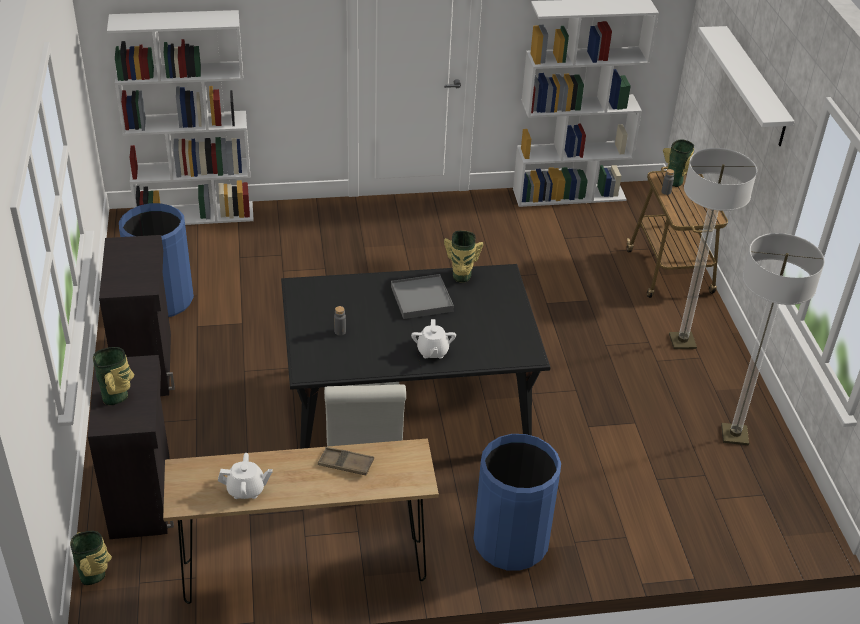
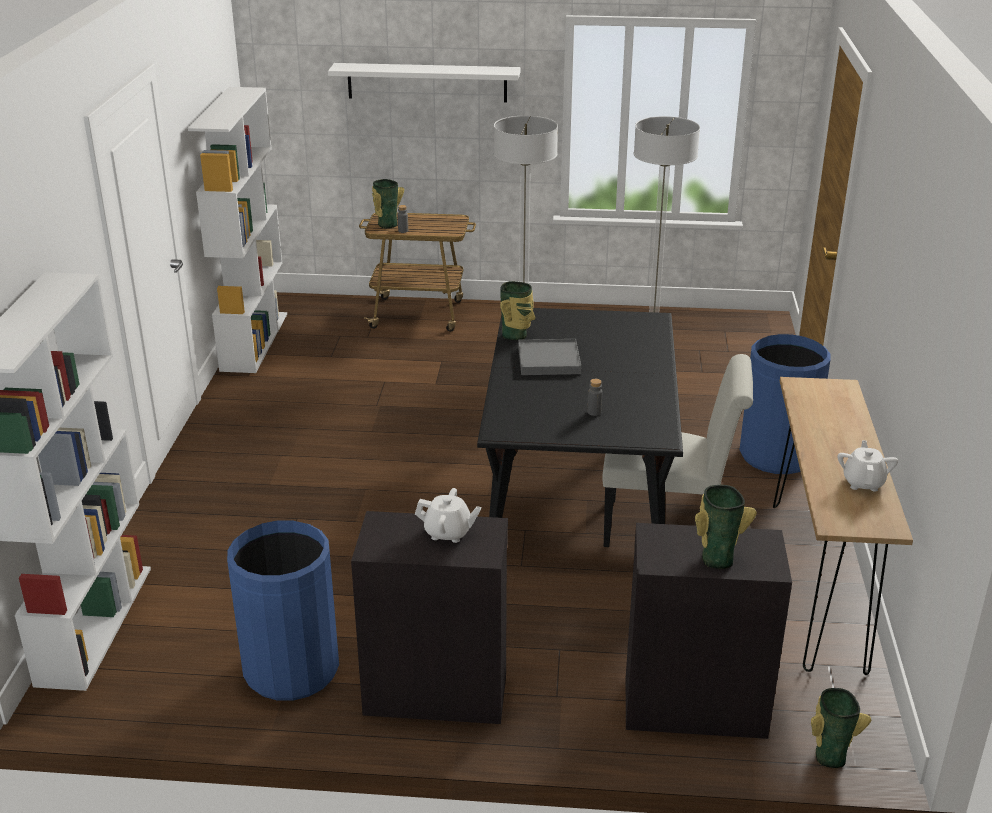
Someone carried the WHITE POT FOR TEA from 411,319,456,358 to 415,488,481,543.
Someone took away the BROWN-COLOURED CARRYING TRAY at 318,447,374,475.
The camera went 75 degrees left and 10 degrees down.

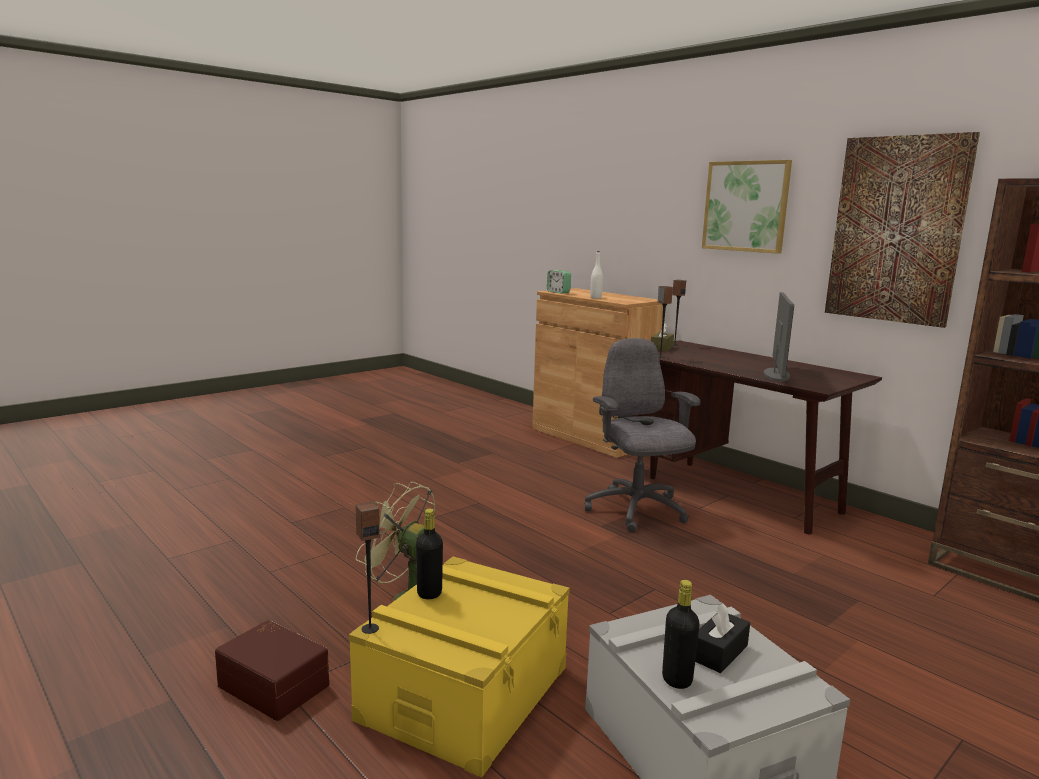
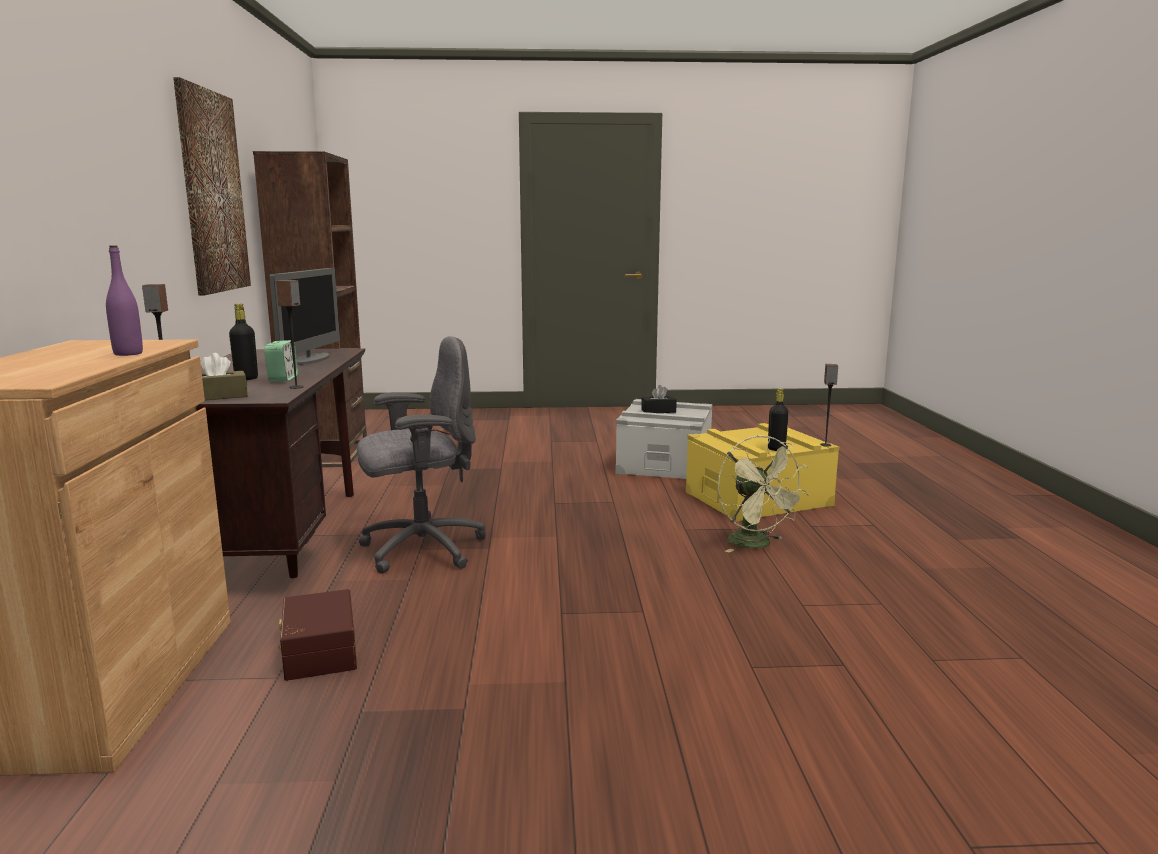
Someone took away the WALL PICTURE at 702,160,792,254.
Someone repainted the WHITE BOTTLE at 590,251,603,299, which became the PURPLE-COLOURED BOTTLE at 106,245,143,356.
Someone carried the TABLE CLOCK from 547,270,571,294 to 264,340,298,382.
Someone rotated the COMPUTER DISPLAY at 763,292,794,381 by 135 degrees clockwise.
Someone rotated the GREY DESK CHAIR at 585,338,700,532 by 135 degrees counterclockwise.
Someone carried the BLACK BOTTLE from 662,580,700,689 to 229,303,258,380.
Someone carried the BROWN-COLOURED STORAGE CONTAINER from 215,620,329,721 to 278,589,357,681.
The camera went 140 degrees left and 0 degrees up.

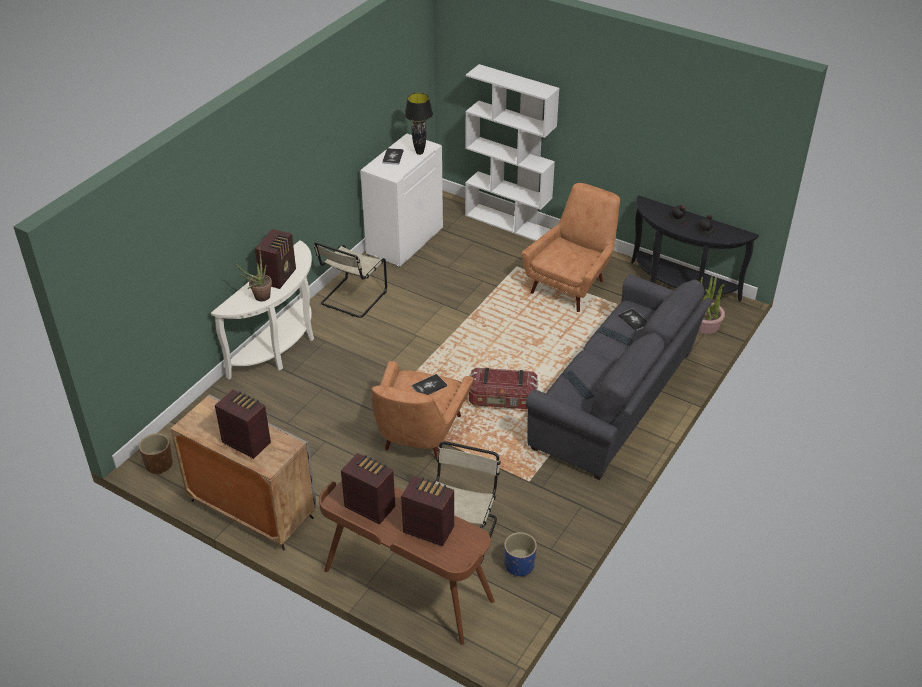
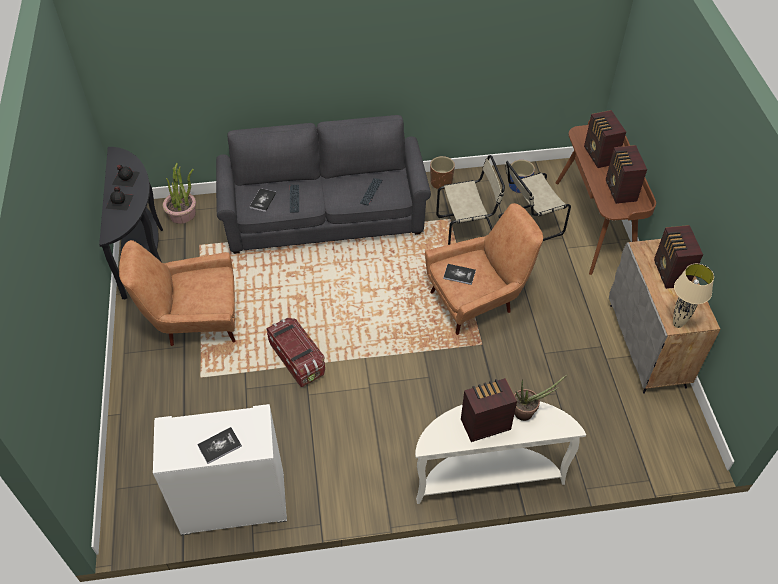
Someone took away the WHITE BOOKCASE at 465,64,559,241.
Someone took away the BLACK TABLE LAMP at 404,93,433,155.
Someone carried the BEIGE UPRIGHT CHAIR from 314,242,387,318 to 436,155,505,245.
Someone carried the STORAGE CONTAINER from 469,368,538,409 to 266,318,325,387.
Someone carried the BROWN-COLOURED FLOWER POT from 139,433,173,474 to 430,156,455,189.
Someone put down the BEIGE TABLE LAMP at 673,264,714,328.
The camera went 130 degrees left and 10 degrees up.

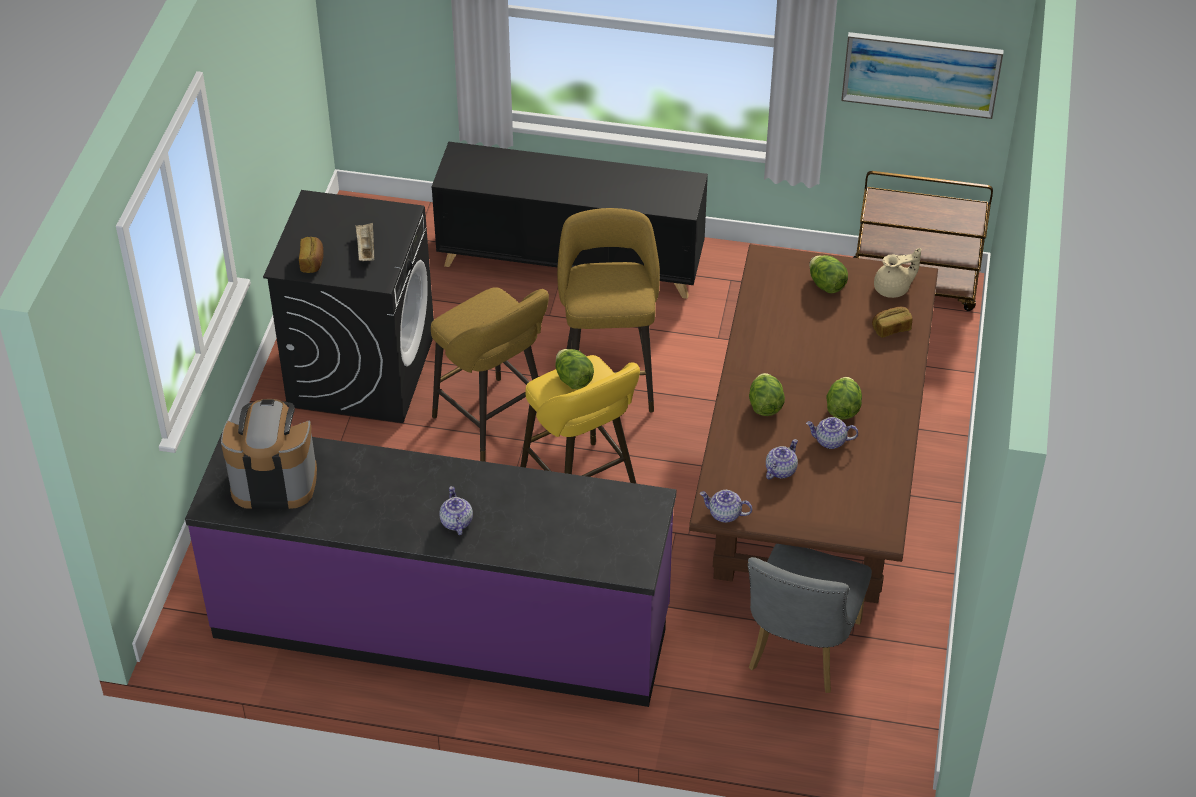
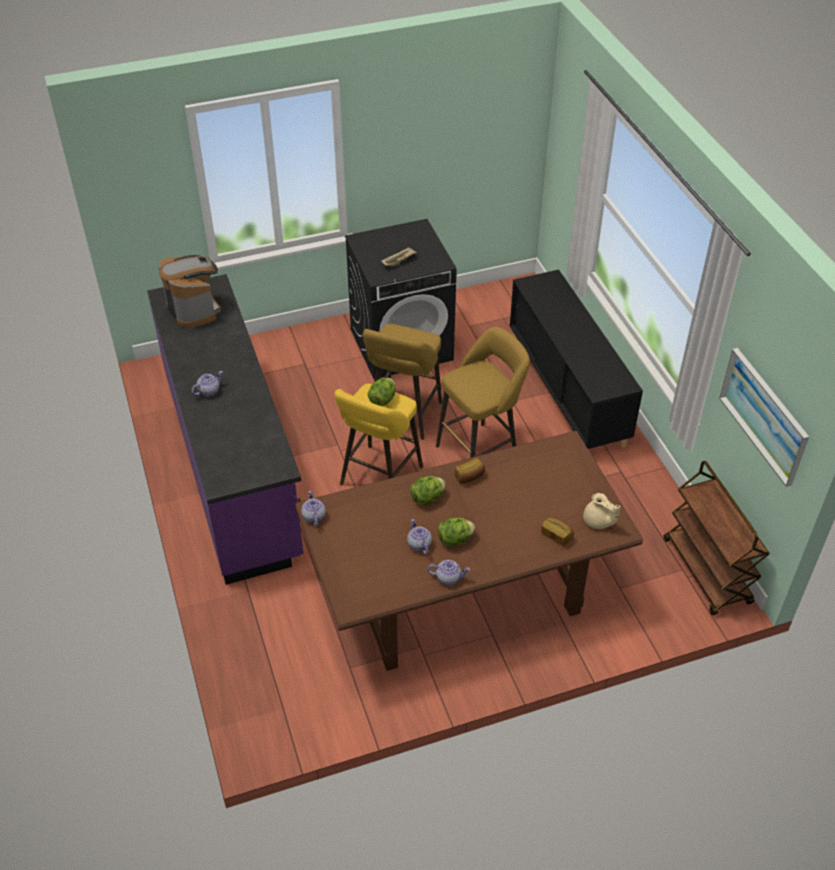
Someone carried the BAKERY BREAD from 299,237,323,273 to 455,458,485,484.
Someone took away the HEAD OF LETTUCE at 809,255,848,293.
Someone carried the POT FOR TEA from 766,439,798,480 to 428,560,470,585.
Someone took away the GREY UPRIGHT CHAIR at 748,544,872,693.
The camera went 60 degrees right and 0 degrees up.

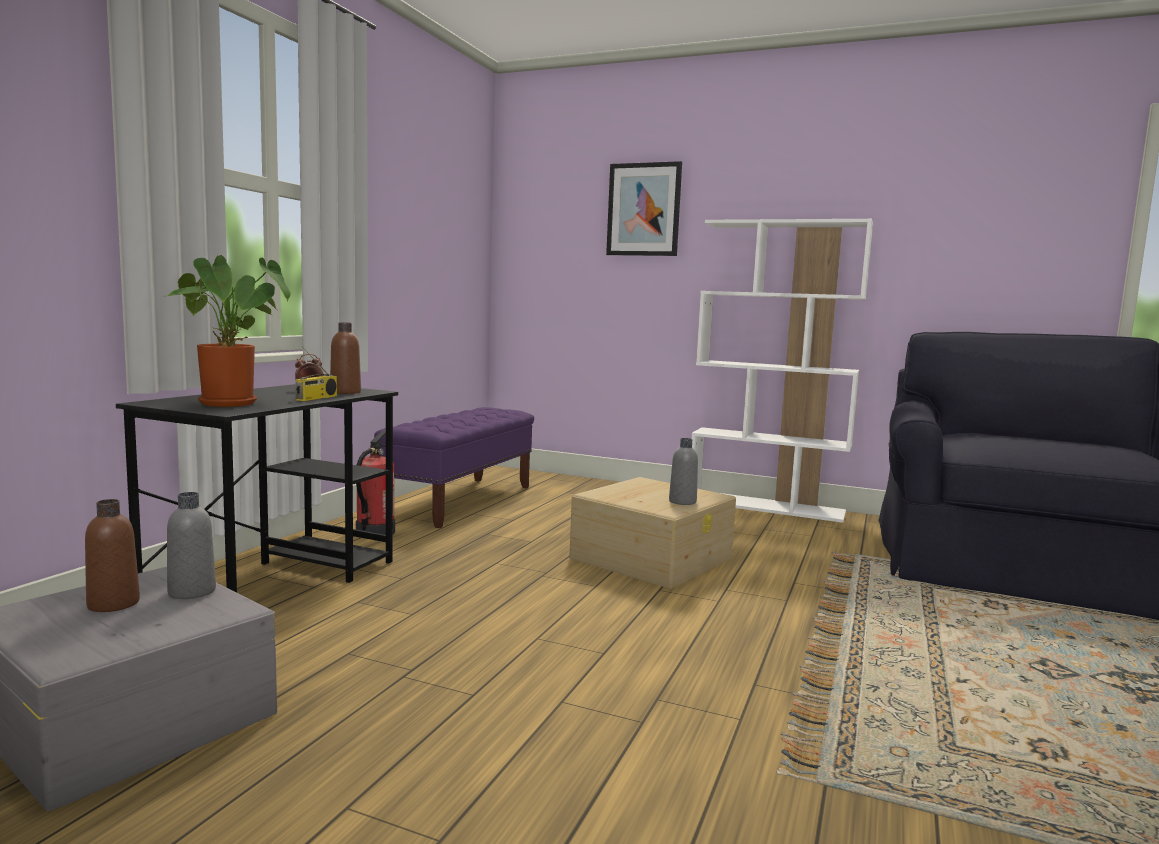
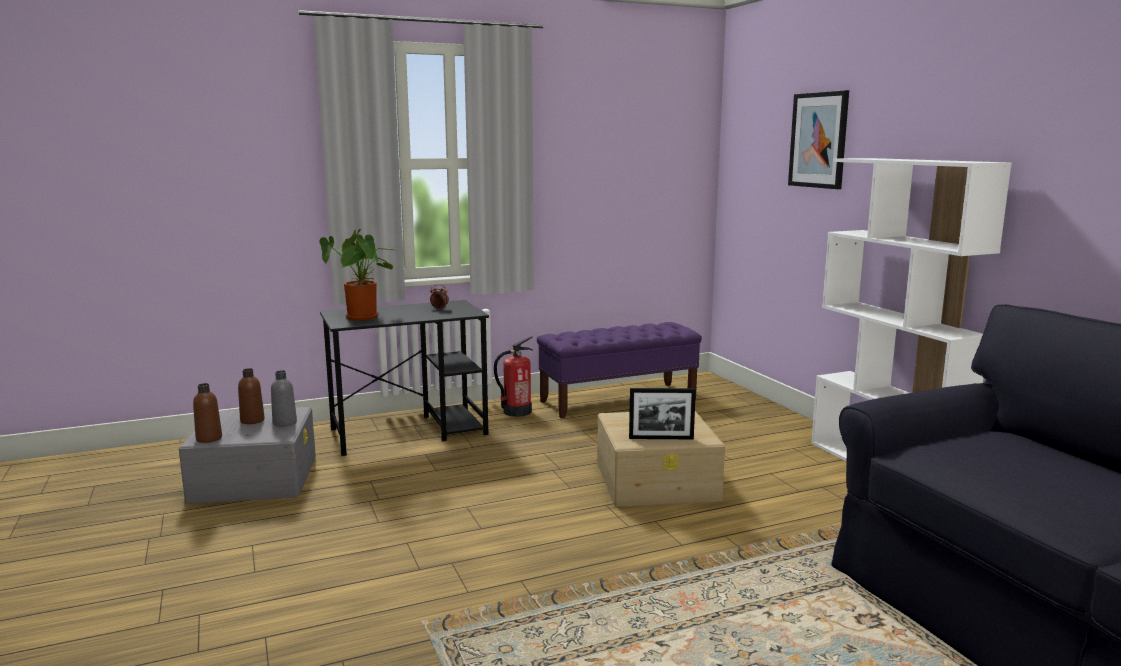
Someone carried the BROWN-COLOURED BOTTLE from 330,322,361,394 to 193,383,222,443.
Someone took away the RADIO at 295,346,337,401.
Someone swapped the GREY BOTTLE at 669,438,698,505 for the STANDING FRAME at 629,388,696,439.
The camera went 45 degrees right and 5 degrees up.

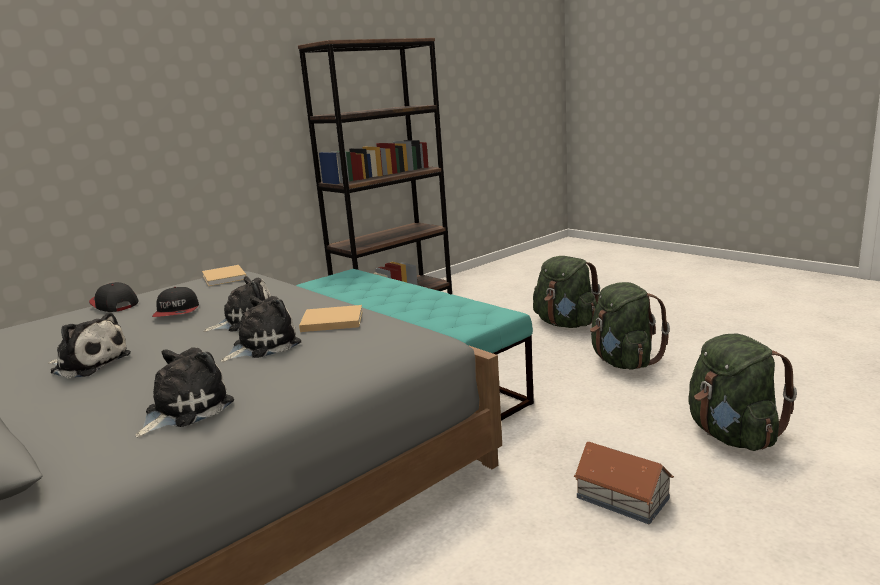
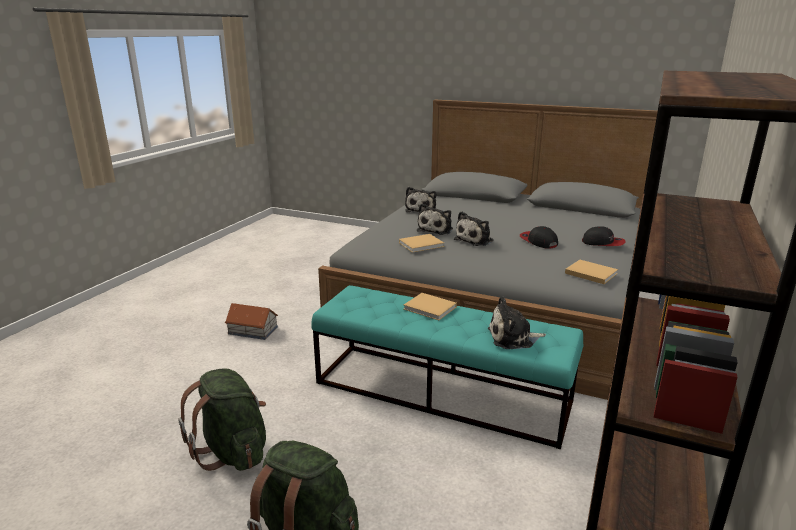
Someone carried the PLUSH TOY from 48,312,131,378 to 488,296,546,349.
Someone took away the GREEN-COLOURED RUCKSACK at 688,334,797,451.
Someone put down the BEIGE BOUND BOOK at 404,293,457,320.
The camera went 155 degrees right and 5 degrees up.

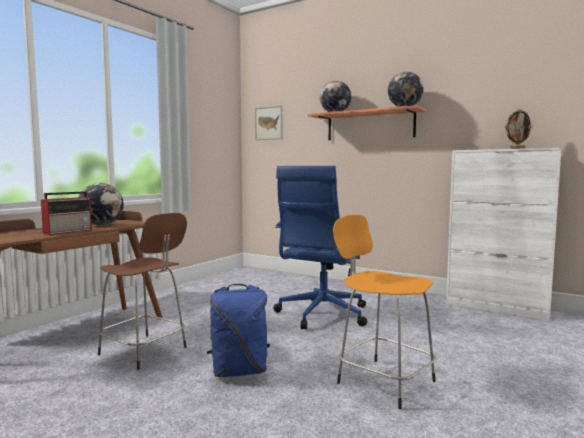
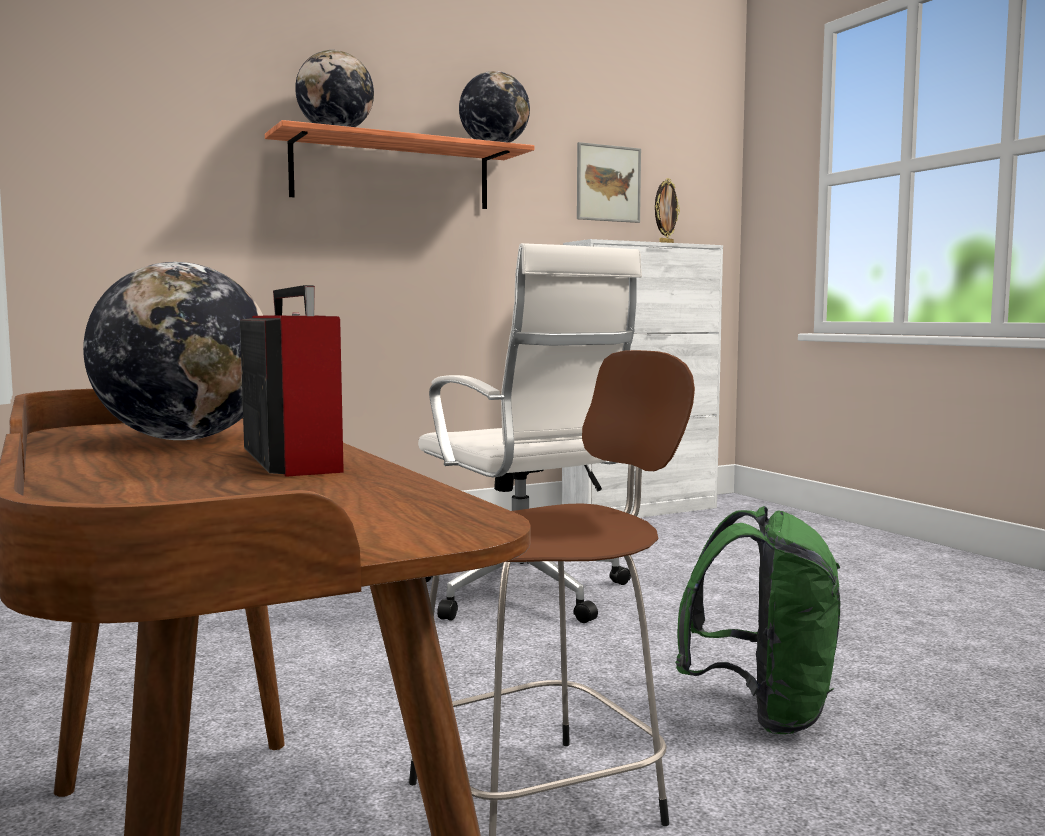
Someone carried the WALL PICTURE from 255,106,282,140 to 577,142,641,223.
Someone repainted the BLUISH DESK CHAIR at 273,166,367,329, which became the WHITE DESK CHAIR at 418,243,642,623.
Someone took away the ORANGE SITTING STOOL at 333,215,436,409.
Someone repainted the BLUISH RUCKSACK at 207,284,270,377, which became the GREEN-COLOURED RUCKSACK at 675,506,840,734.
The camera went 60 degrees left and 0 degrees up.

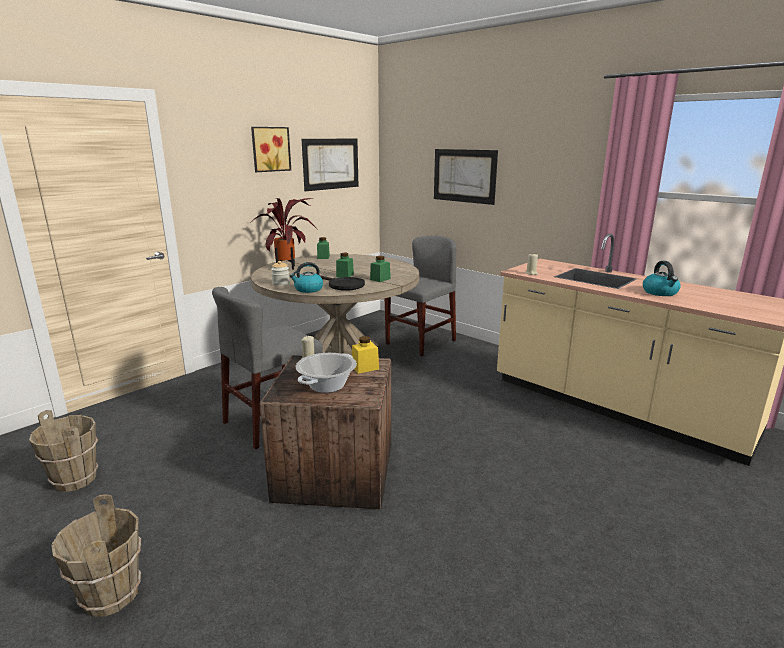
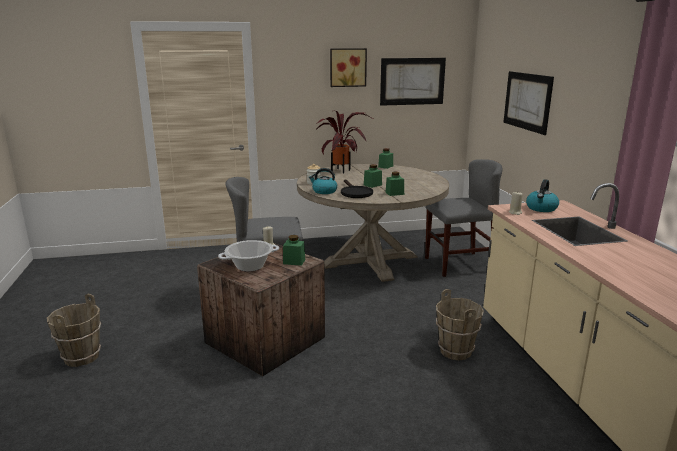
Someone carried the TEA KETTLE from 643,261,681,296 to 526,179,559,212.
Someone repainted the YELLOW JAR at 352,336,379,374, which became the GREEN-COLOURED JAR at 283,235,305,266.
Someone carried the BROWN-COLOURED BUCKET from 29,410,98,492 to 436,289,484,360.
The camera went 35 degrees right and 0 degrees up.

